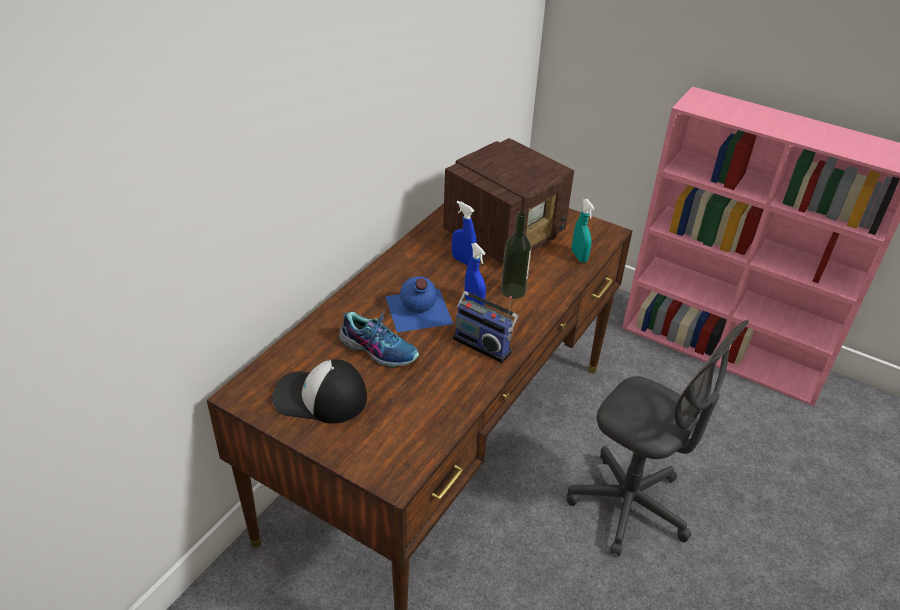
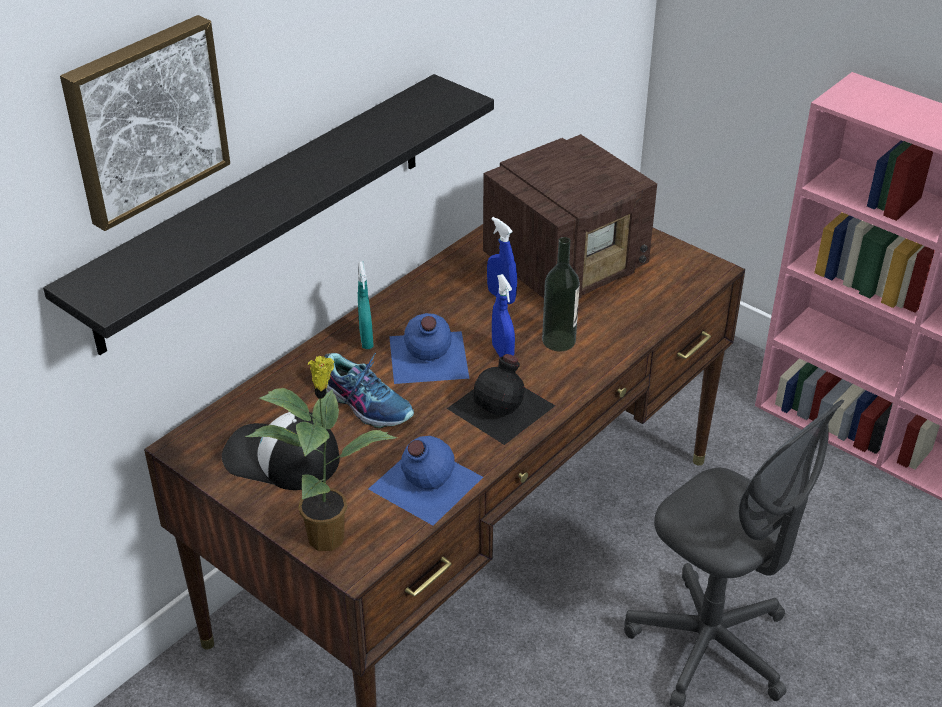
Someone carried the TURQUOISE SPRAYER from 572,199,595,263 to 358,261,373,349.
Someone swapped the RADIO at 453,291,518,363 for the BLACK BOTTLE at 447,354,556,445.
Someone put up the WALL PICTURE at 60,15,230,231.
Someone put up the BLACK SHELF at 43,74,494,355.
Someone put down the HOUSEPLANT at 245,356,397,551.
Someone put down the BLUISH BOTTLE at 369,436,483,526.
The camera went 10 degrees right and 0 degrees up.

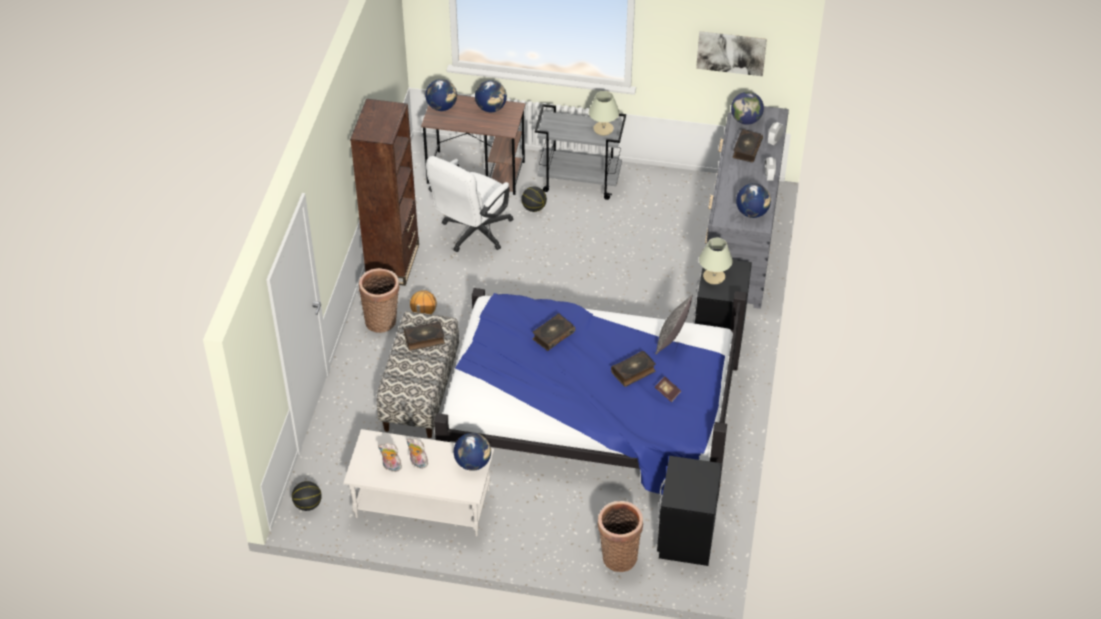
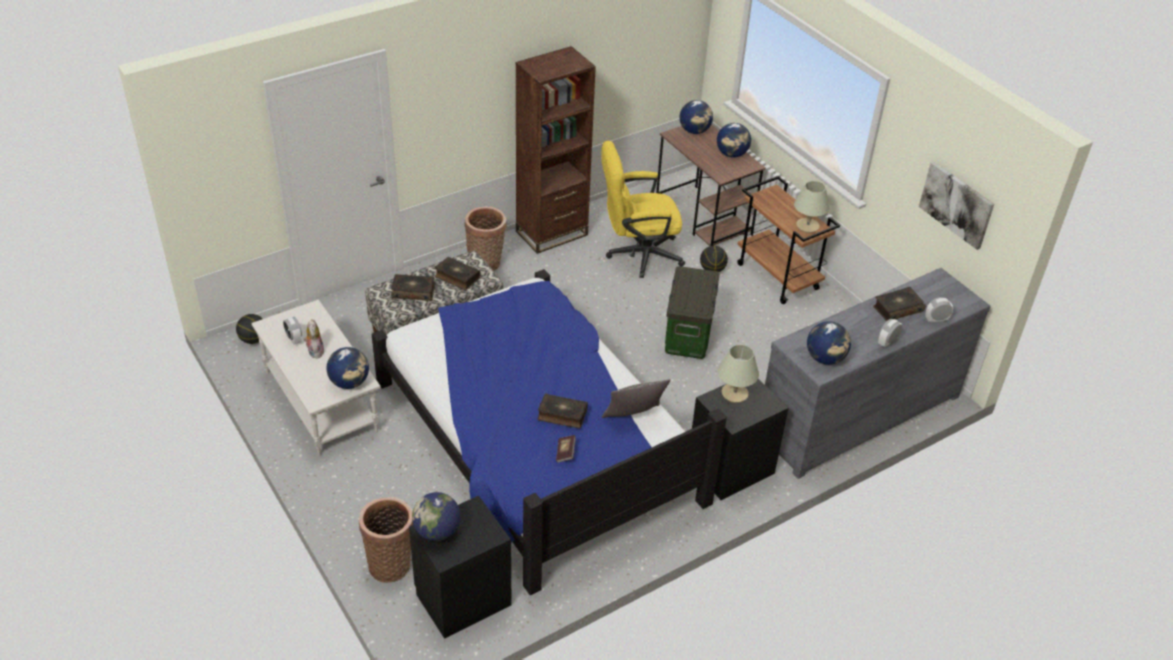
Someone carried the DESK GLOBE from 731,92,764,125 to 412,492,461,541.
Someone repainted the GREY TROLLEY at 535,104,626,200, which became the BROWN-COLOURED TROLLEY at 737,176,840,304.
Someone repainted the WHITE DESK CHAIR at 426,156,514,252, which became the YELLOW DESK CHAIR at 601,141,685,278.
Someone took away the BASKETBALL at 410,290,437,314.
Someone carried the BOUND BOOK from 532,313,575,351 to 391,274,435,301.
Someone swapped the PLUSH TOY at 378,443,402,472 for the TABLE CLOCK at 283,317,302,344.
Someone put down the STORAGE CONTAINER at 665,266,720,359.
The camera went 45 degrees right and 5 degrees down.

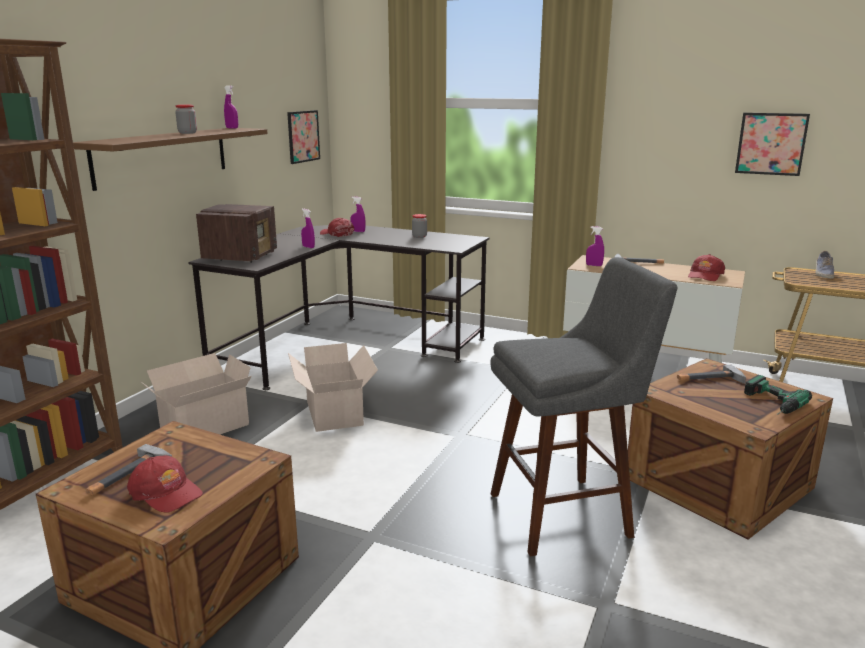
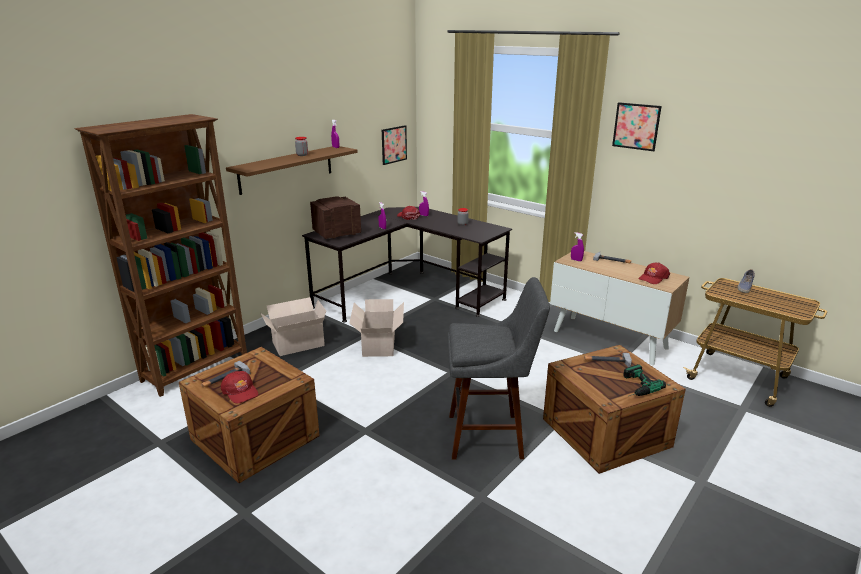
Someone carried the WALL PICTURE from 735,113,810,176 to 612,102,662,151.
Someone rotated the RADIO at 196,204,277,263 by 150 degrees counterclockwise.
The camera went 15 degrees right and 5 degrees up.

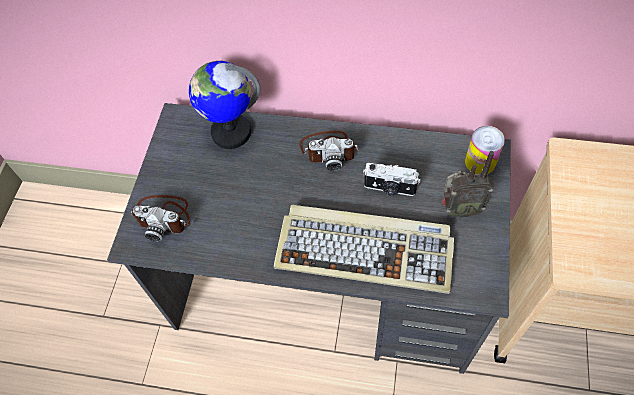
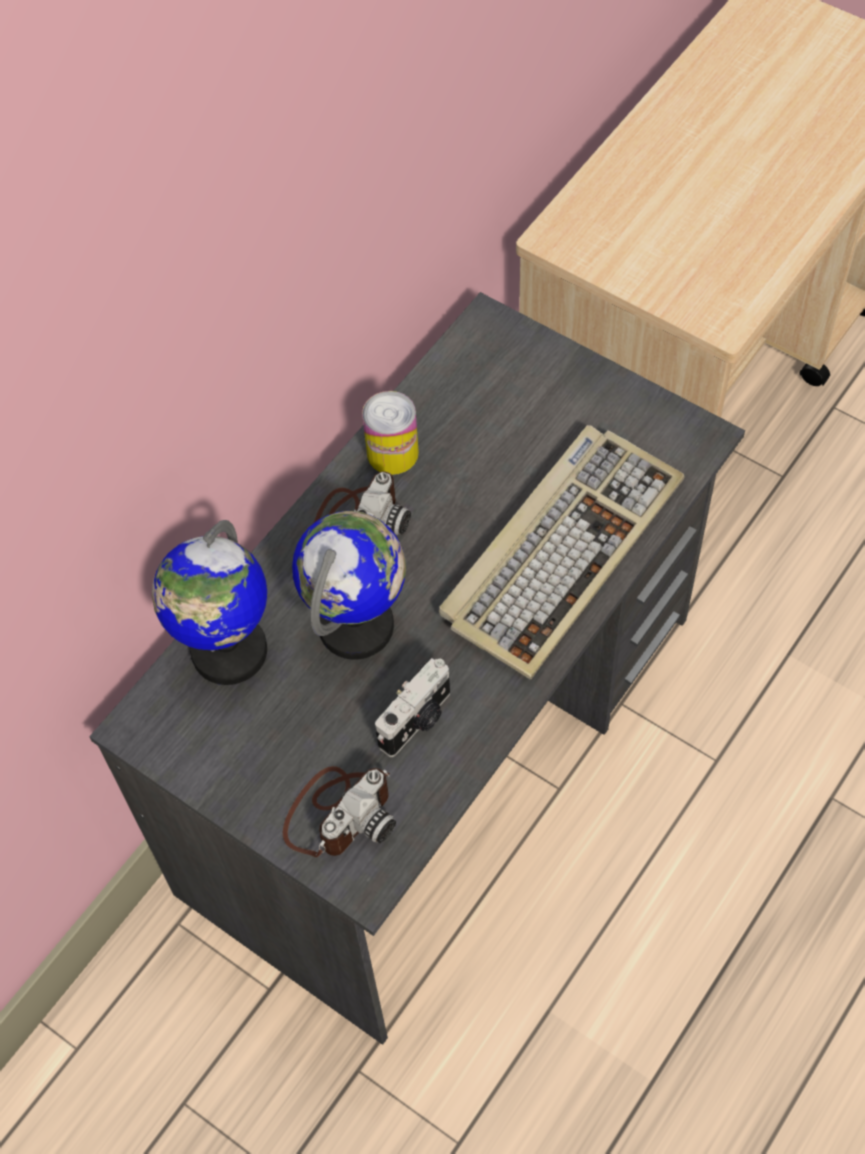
Someone carried the SEALED CAN from 465,126,505,174 to 362,391,419,475.
Someone took away the RADIO at 442,151,494,218.
Someone carried the PHOTO CAMERA from 363,162,421,196 to 375,658,450,757.
Someone put down the DESK GLOBE at 292,511,406,660.
The camera went 65 degrees left and 0 degrees up.

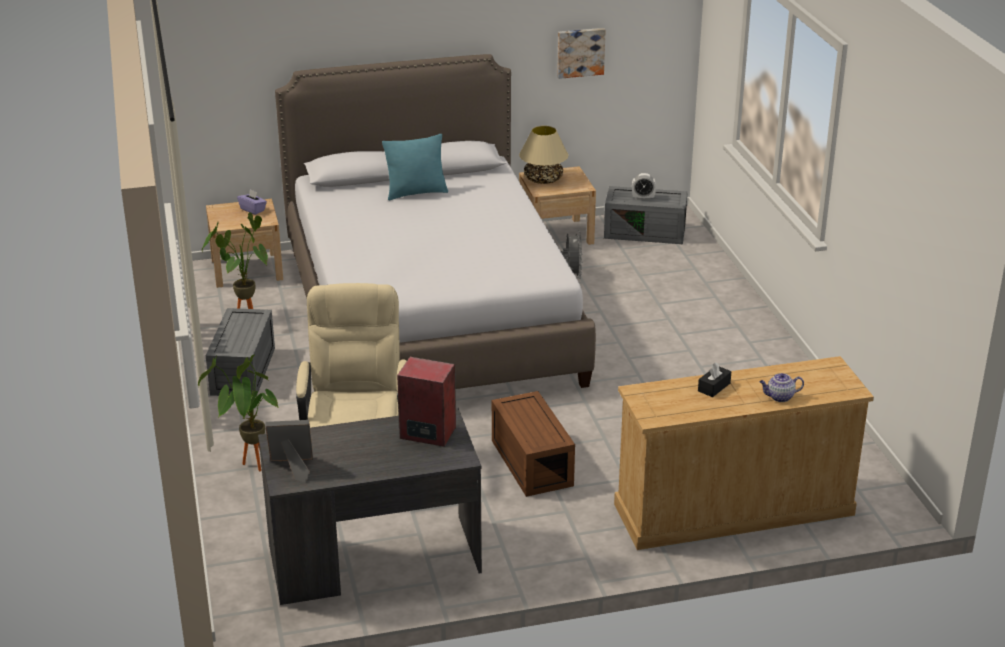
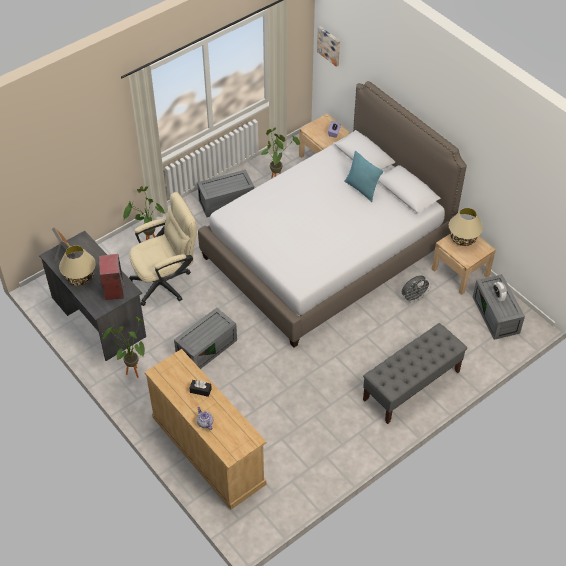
Someone carried the WALL PICTURE from 557,28,606,79 to 317,26,340,67.
Someone repainted the BROWN-COLOURED STORAGE CONTAINER at 492,391,575,497, which became the GREY STORAGE CONTAINER at 174,308,237,369.
Someone put down the BEIGE TABLE LAMP at 59,245,96,286.
Someone put down the HOUSEPLANT at 102,317,145,378.
Someone put down the GREY BENCH at 363,323,467,424.
The camera went 65 degrees right and 20 degrees up.

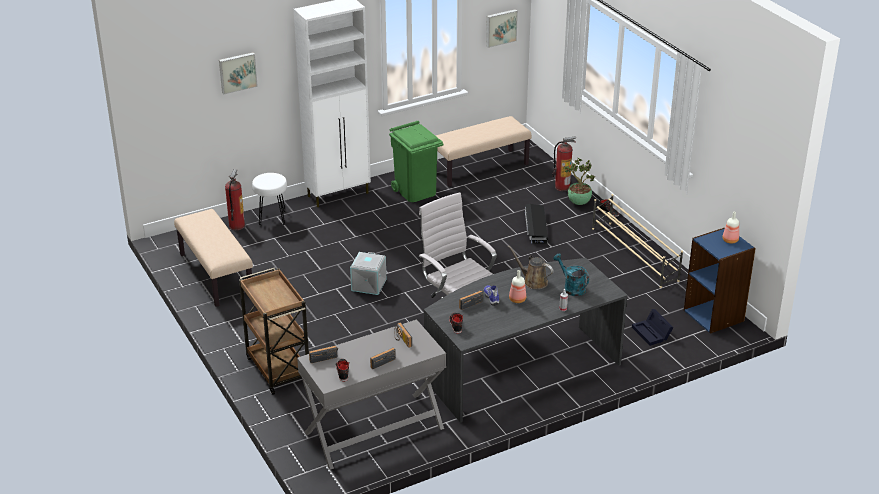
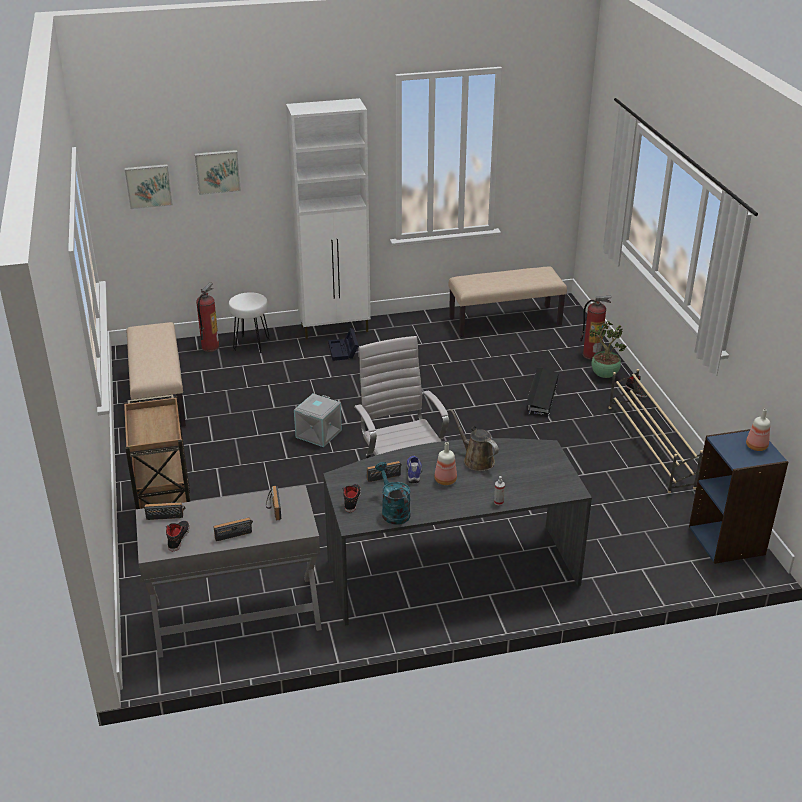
Someone carried the WALL PICTURE from 486,9,518,48 to 125,164,173,209.
Someone took away the GREEN-COLOURED WASTE BIN at 389,121,444,202.
Someone carried the TURQUOISE WATERING POT from 553,253,589,296 to 375,462,411,524.
Someone carried the BLACK STORAGE CONTAINER from 632,309,673,346 to 328,328,359,361.
The camera went 15 degrees right and 0 degrees up.

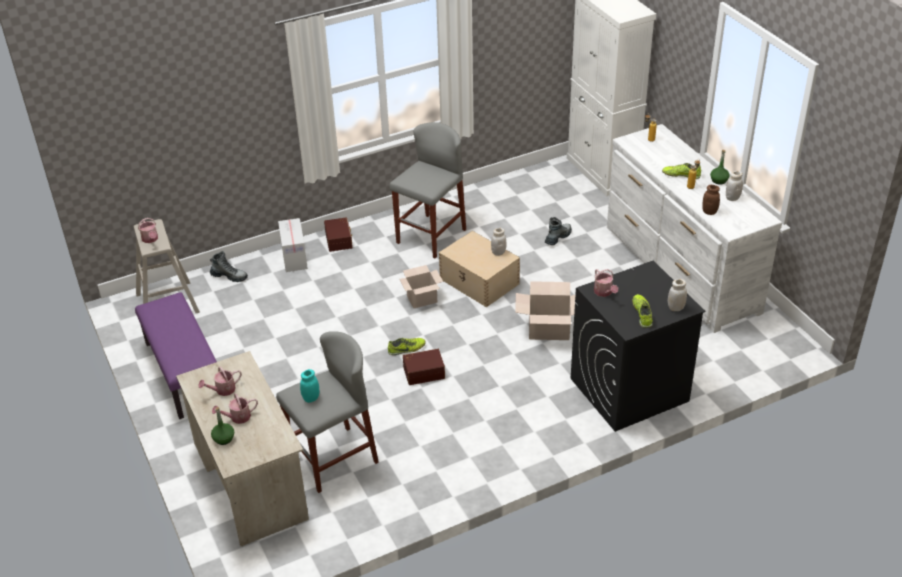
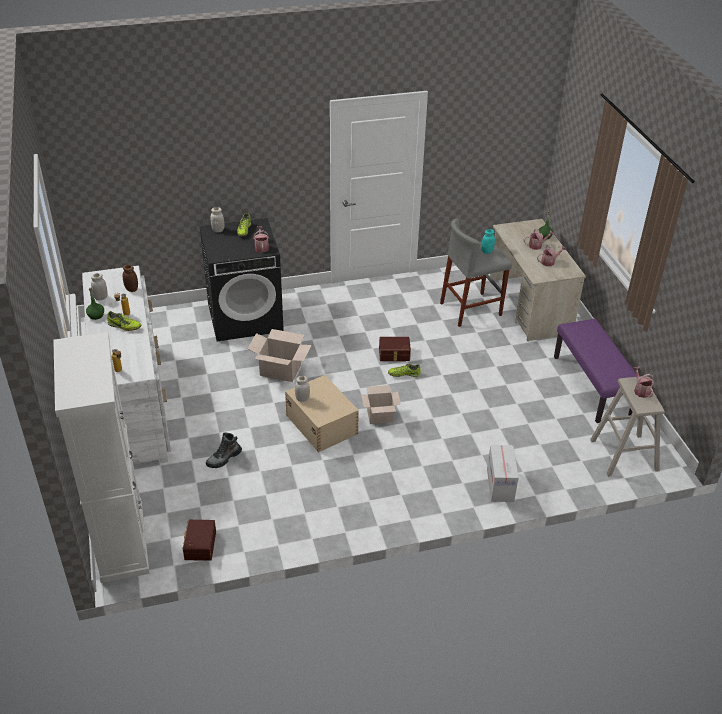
Someone took away the GREY SITTING STOOL at 389,122,466,258.
Someone carried the BROWN-COLOURED STORAGE CONTAINER from 324,217,353,252 to 183,520,216,561.
Someone took away the TALL BOOT at 210,251,248,282.
The camera went 170 degrees left and 0 degrees up.

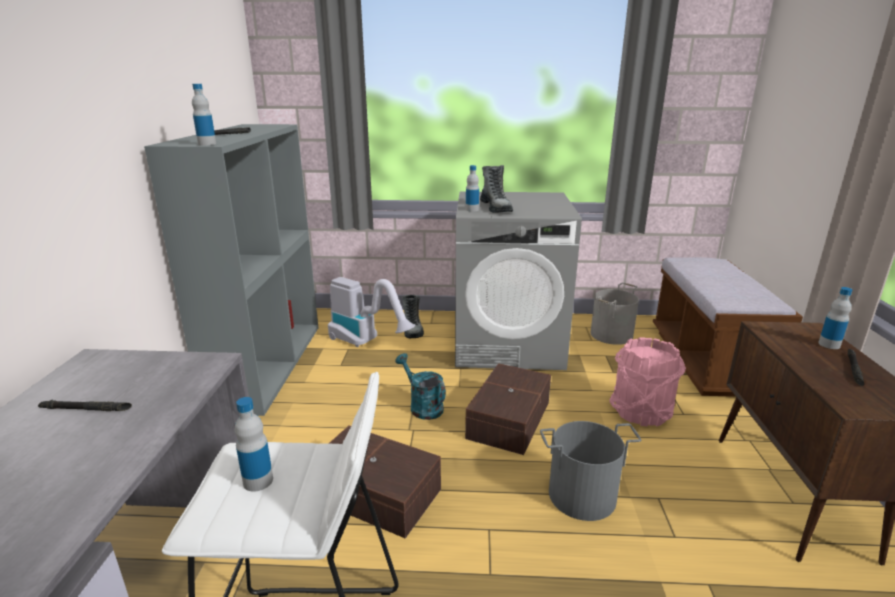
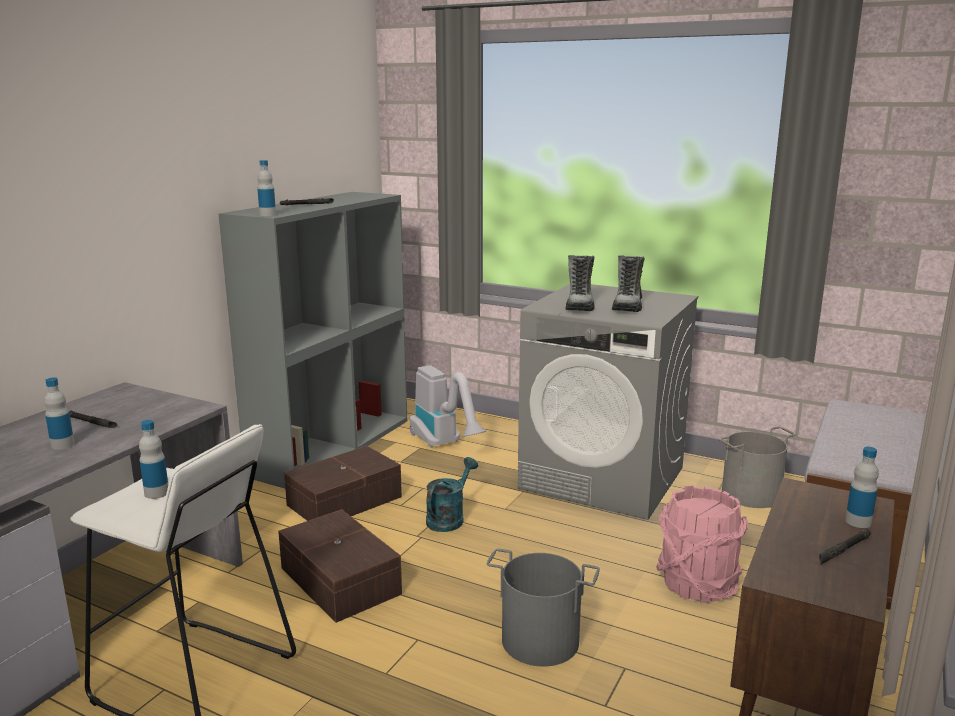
Someone carried the BOTTLE from 466,165,479,212 to 44,377,74,450.
Someone carried the TALL BOOT from 402,295,424,338 to 612,255,644,312.
Someone rotated the TURQUOISE WATERING POT at 395,353,446,420 by 45 degrees clockwise.
Someone carried the BROWN-COLOURED STORAGE CONTAINER from 465,363,551,455 to 284,446,402,521.
The camera went 25 degrees right and 5 degrees down.

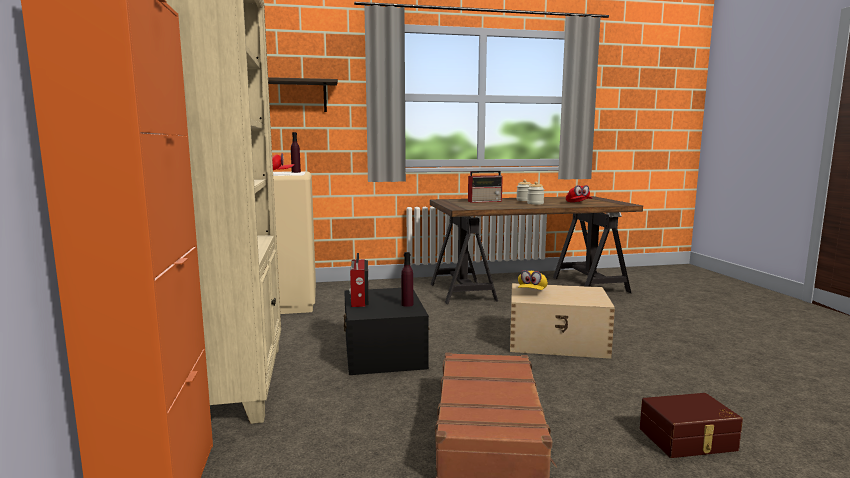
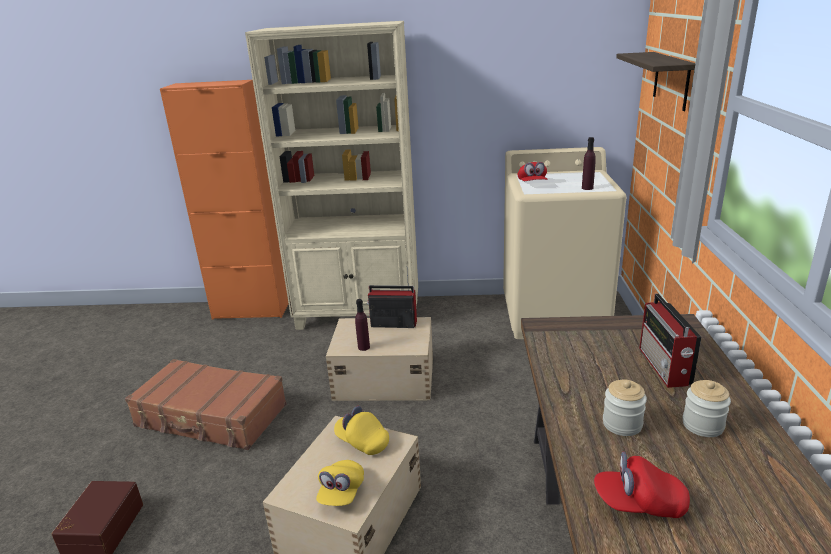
Someone repainted the BLACK STORAGE CONTAINER at 344,288,430,375, which became the BEIGE STORAGE CONTAINER at 326,317,433,401.
Someone put down the YELLOW CAP at 316,460,364,506.
The camera went 105 degrees right and 15 degrees up.

